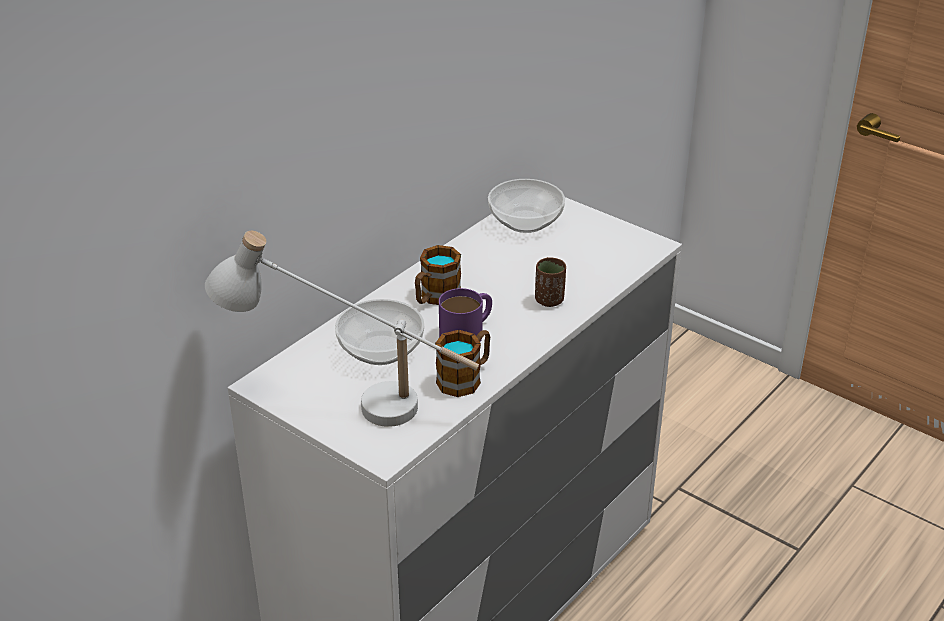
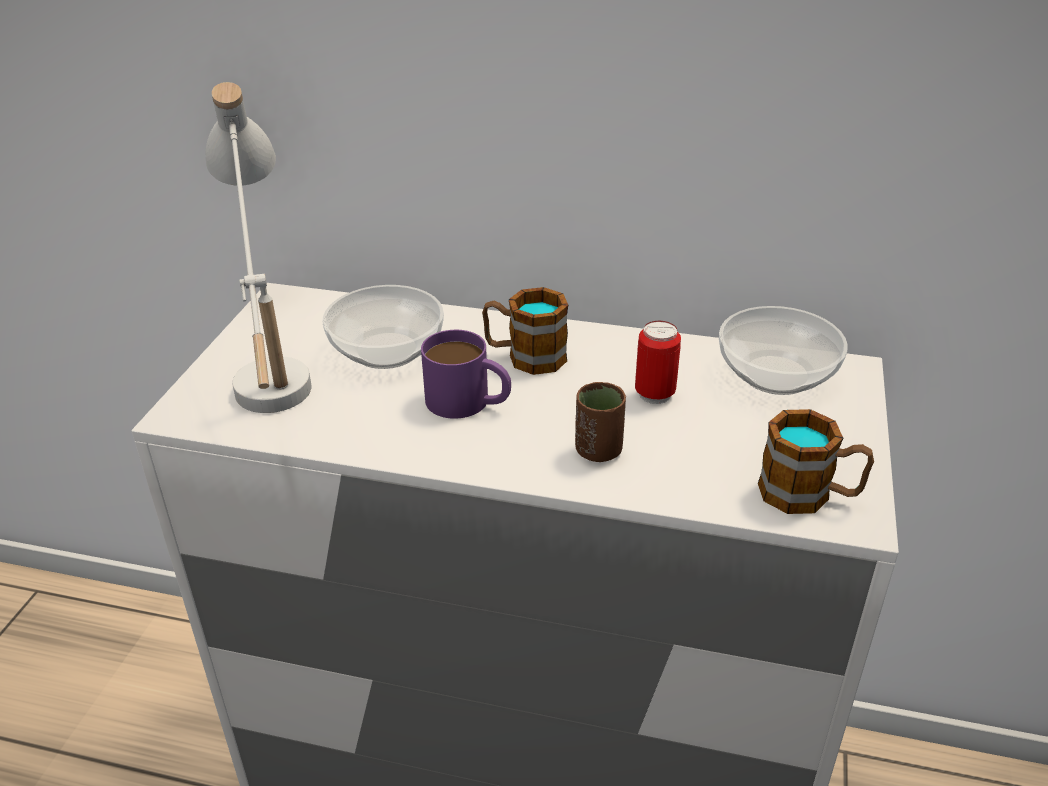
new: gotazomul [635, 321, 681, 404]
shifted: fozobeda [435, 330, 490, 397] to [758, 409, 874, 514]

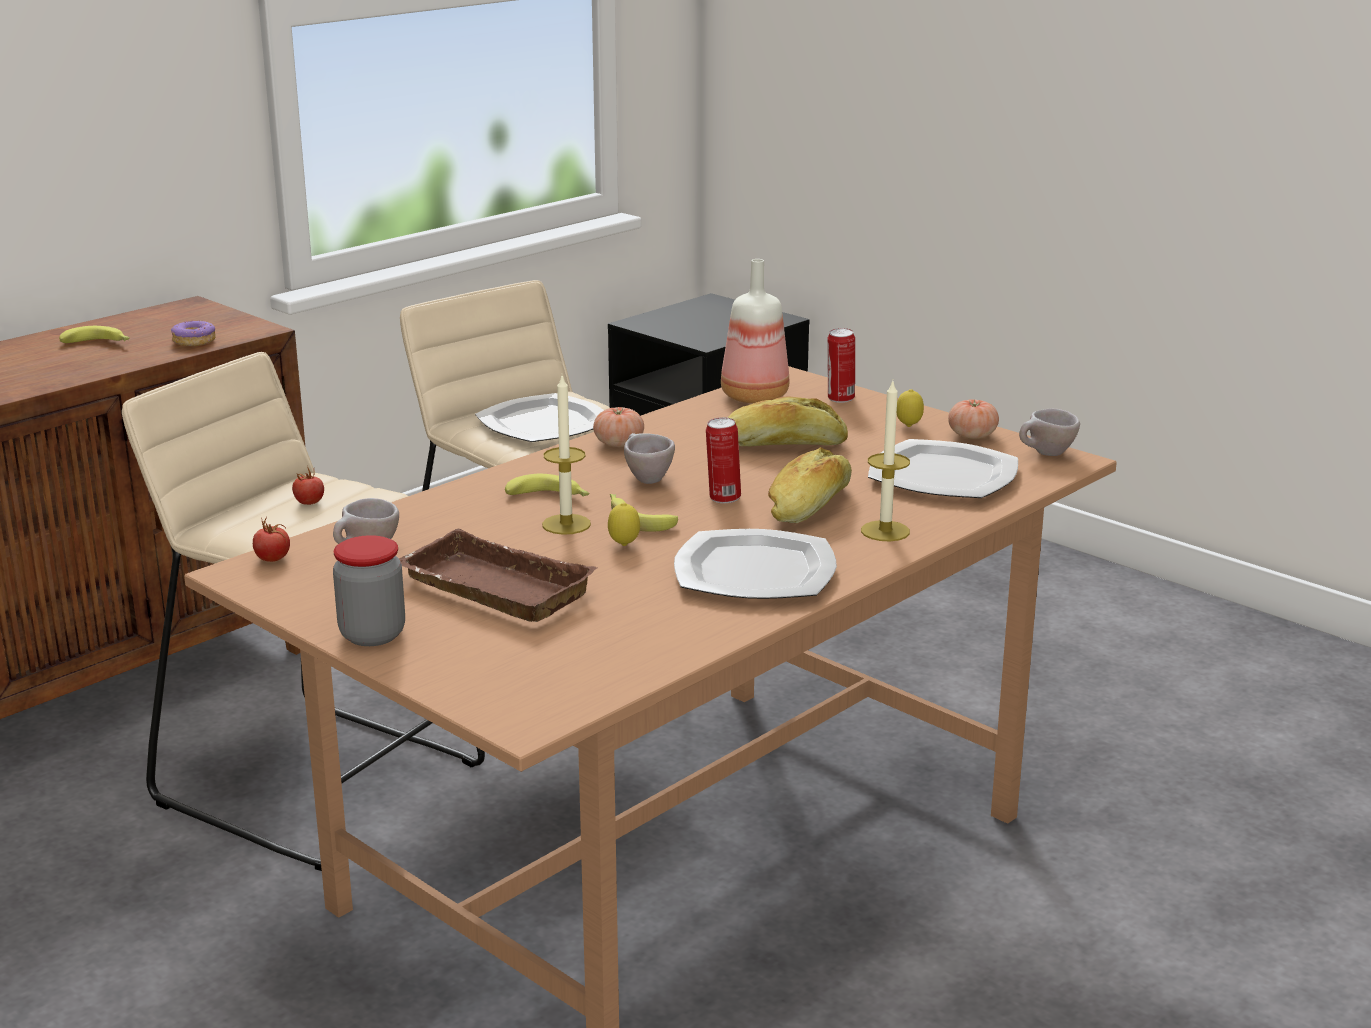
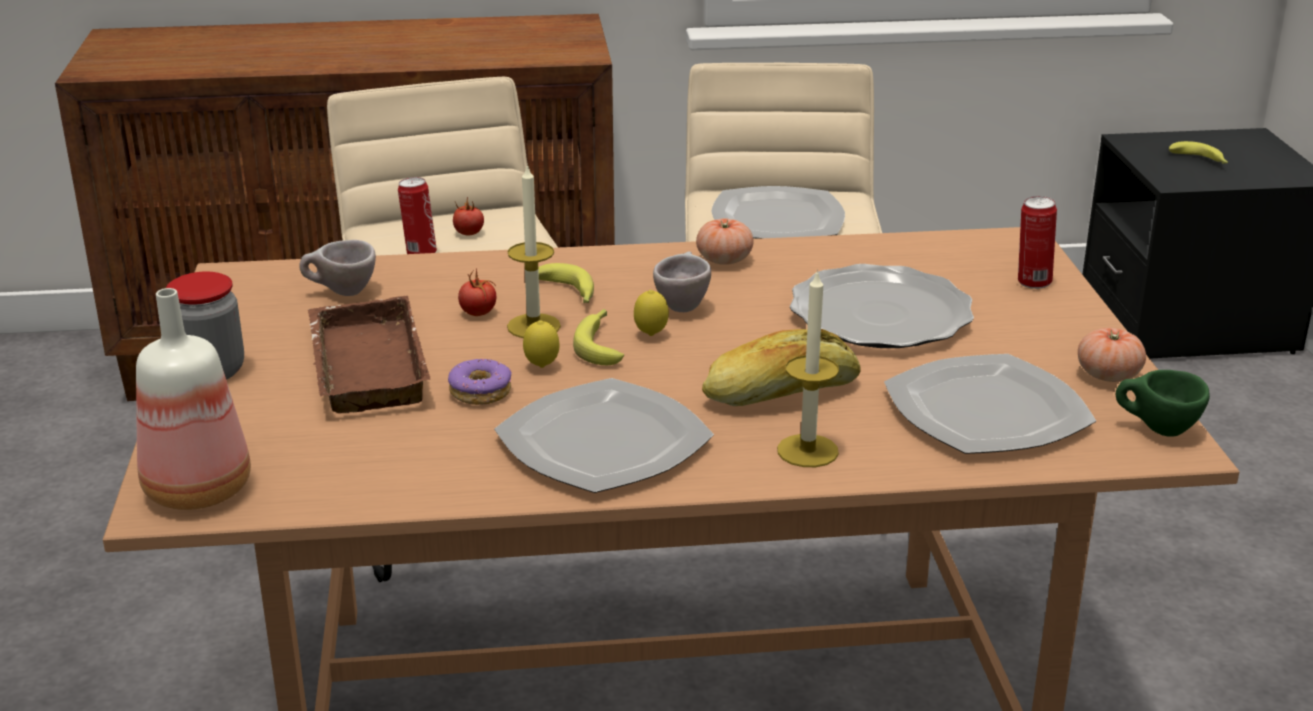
shifted: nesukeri [721, 259, 789, 403] to [136, 288, 251, 510]; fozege [171, 320, 216, 346] to [448, 359, 512, 405]; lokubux [59, 326, 130, 343] to [1169, 141, 1228, 164]; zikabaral [897, 389, 924, 427] to [634, 290, 669, 336]; gotazomul [706, 417, 741, 503] to [398, 177, 437, 254]; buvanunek [253, 517, 290, 562] to [458, 268, 496, 316]
swapped: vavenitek [727, 396, 848, 446] to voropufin [790, 264, 974, 348]
repainted: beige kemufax [1019, 408, 1080, 456] to green kemufax [1116, 370, 1210, 437]

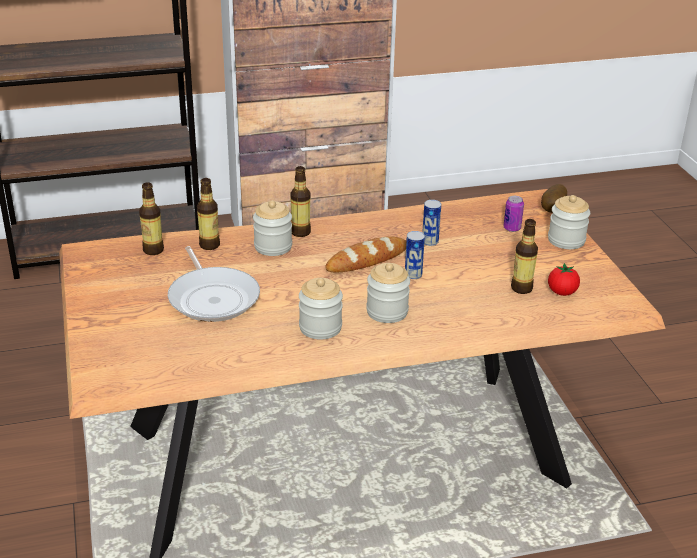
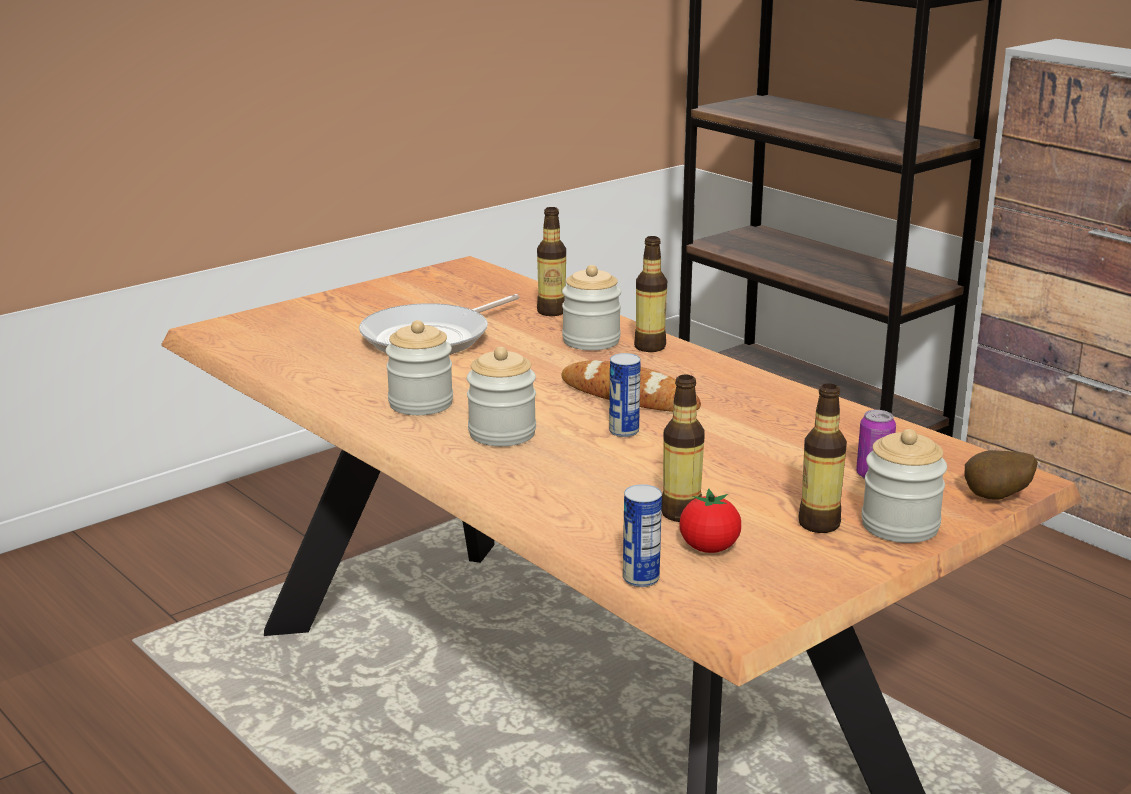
shifted: nesukeri [139, 182, 164, 255] to [799, 383, 847, 533]; gotazomul [422, 200, 441, 246] to [623, 484, 662, 587]

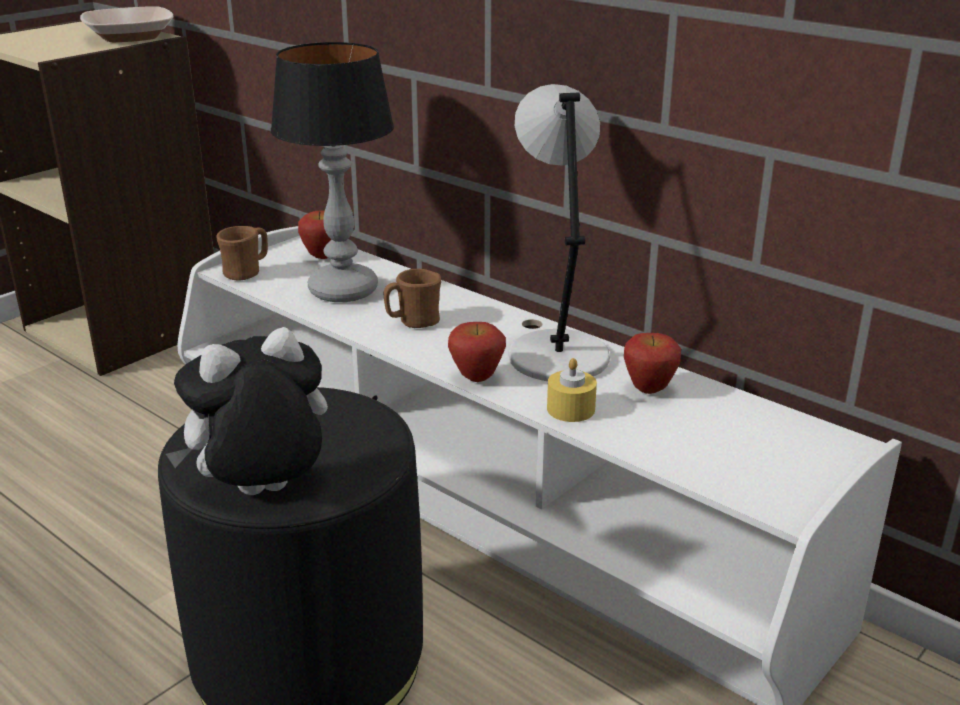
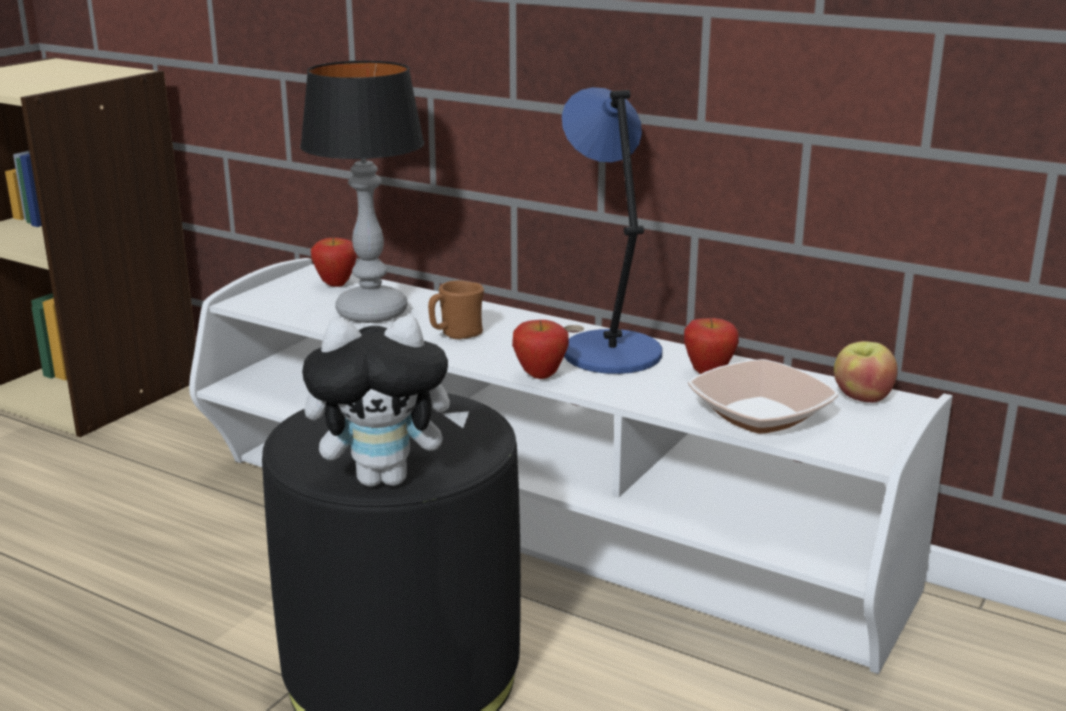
gone: brown fozobeda [216, 226, 268, 281]; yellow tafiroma [547, 358, 597, 422]
new: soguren [834, 341, 898, 403]
shifted: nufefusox [80, 6, 173, 42] to [688, 359, 839, 434]
repainted: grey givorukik [508, 84, 610, 381] to blue givorukik [562, 87, 662, 374]
rotated: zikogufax [166, 327, 328, 495] = [302, 316, 469, 487] 150 degrees counterclockwise

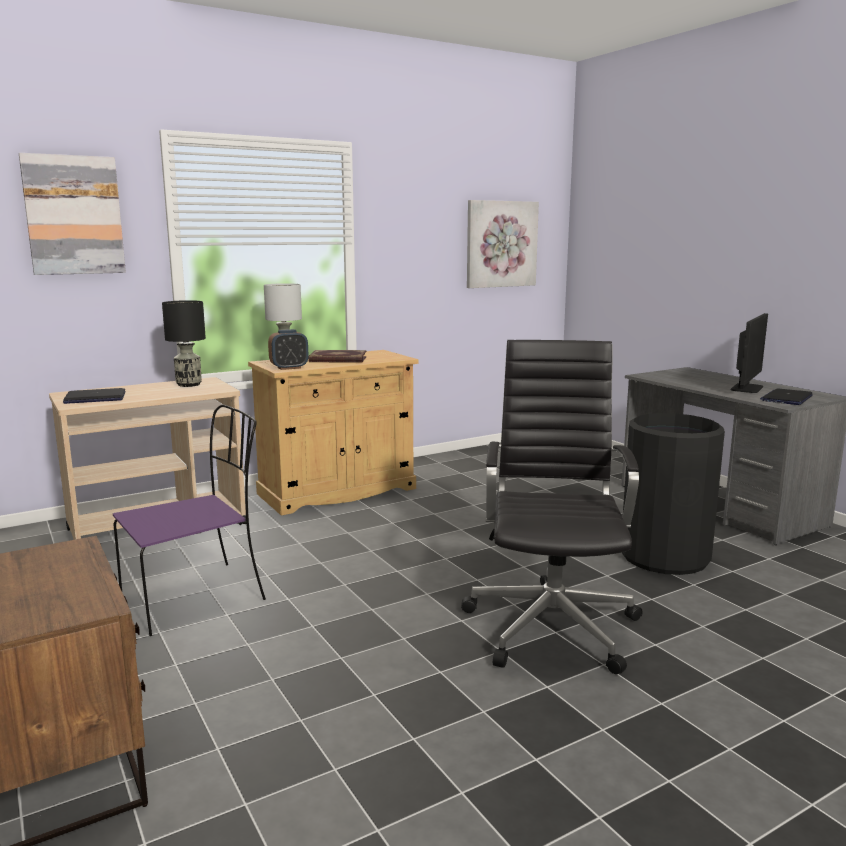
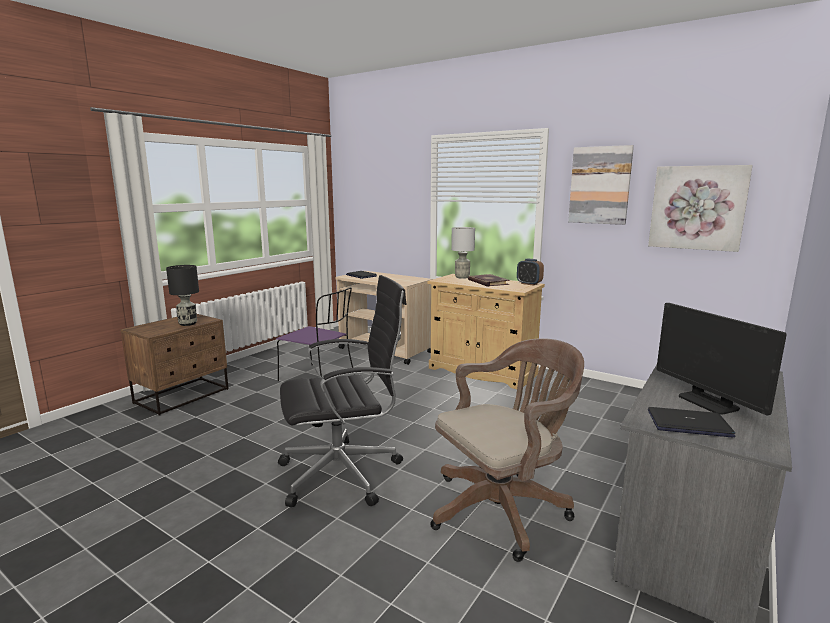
shifted: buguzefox [19, 153, 126, 275] to [568, 145, 634, 225]; black givorukik [162, 300, 206, 387] to [166, 265, 199, 326]; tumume [268, 329, 309, 370] to [517, 258, 544, 286]
swapped: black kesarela [622, 413, 725, 575] to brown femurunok [430, 338, 584, 562]
rotated: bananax [731, 313, 768, 393] = [656, 303, 787, 415] 60 degrees clockwise

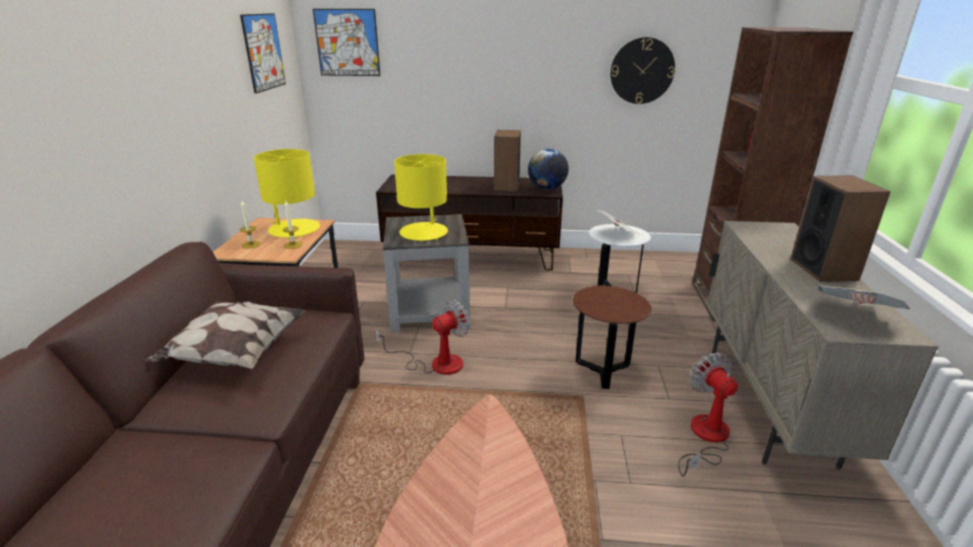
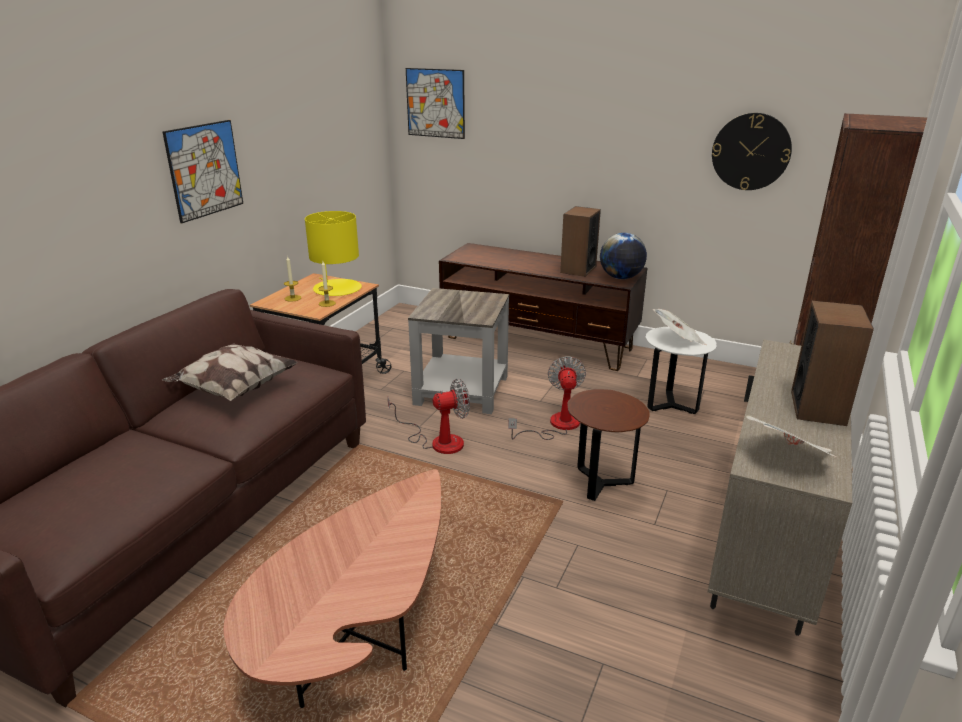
gone: yellow givorukik [394, 154, 448, 241]
shifted: buguzefox [240, 13, 286, 94] to [162, 120, 243, 223]; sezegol [678, 352, 738, 476] to [508, 356, 586, 440]

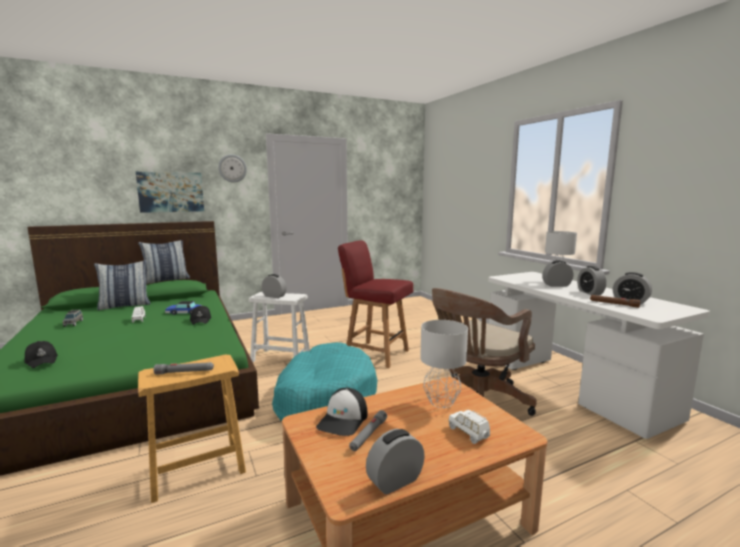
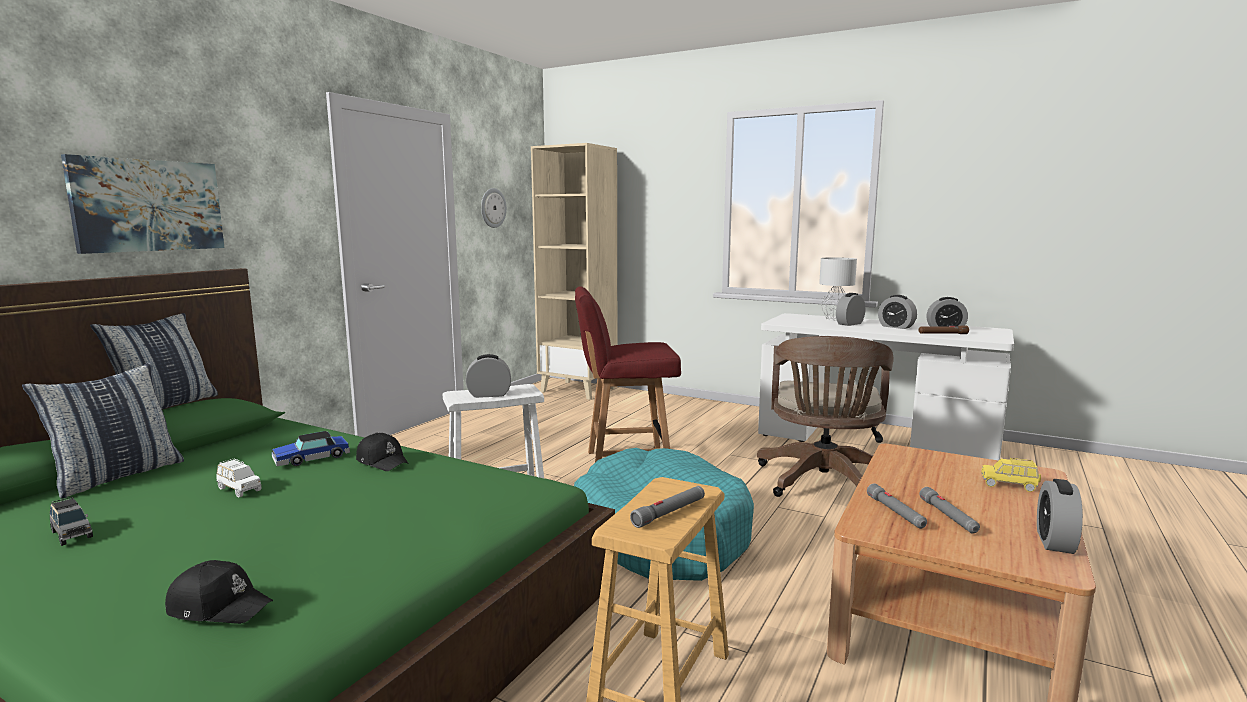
gone: grey givorukik [420, 320, 468, 408]
new: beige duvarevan [531, 143, 617, 400]
shifted: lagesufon [218, 154, 247, 182] to [481, 188, 507, 228]
swapped: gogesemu [316, 388, 368, 436] to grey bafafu [867, 483, 927, 529]
repainted: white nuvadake [449, 410, 490, 444] to yellow nuvadake [981, 458, 1041, 492]

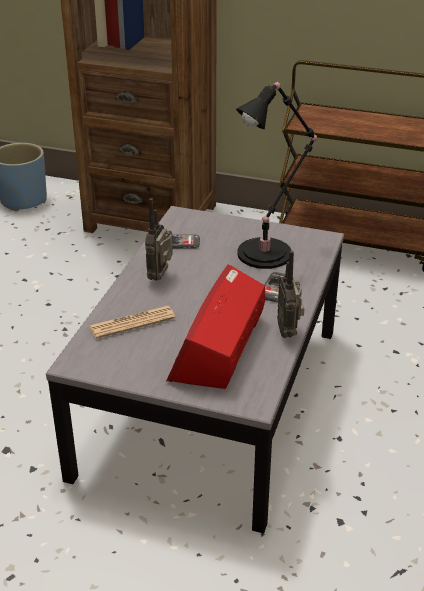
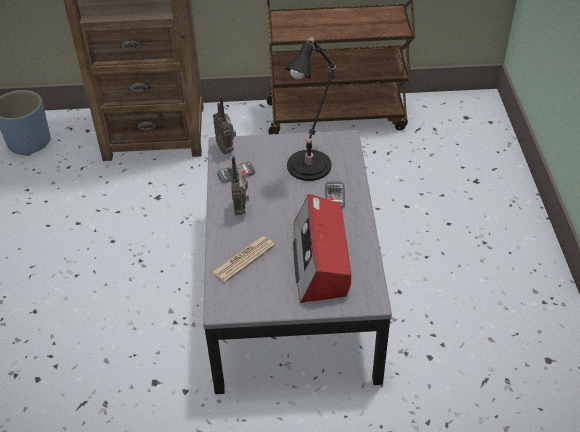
shifted: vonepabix [277, 251, 304, 338] to [213, 96, 236, 154]

